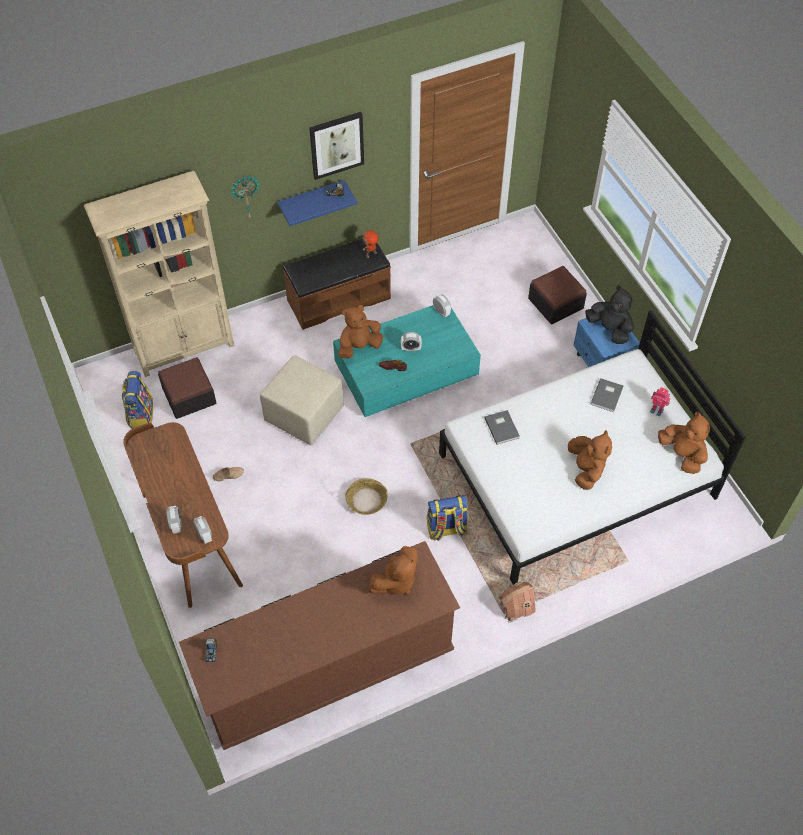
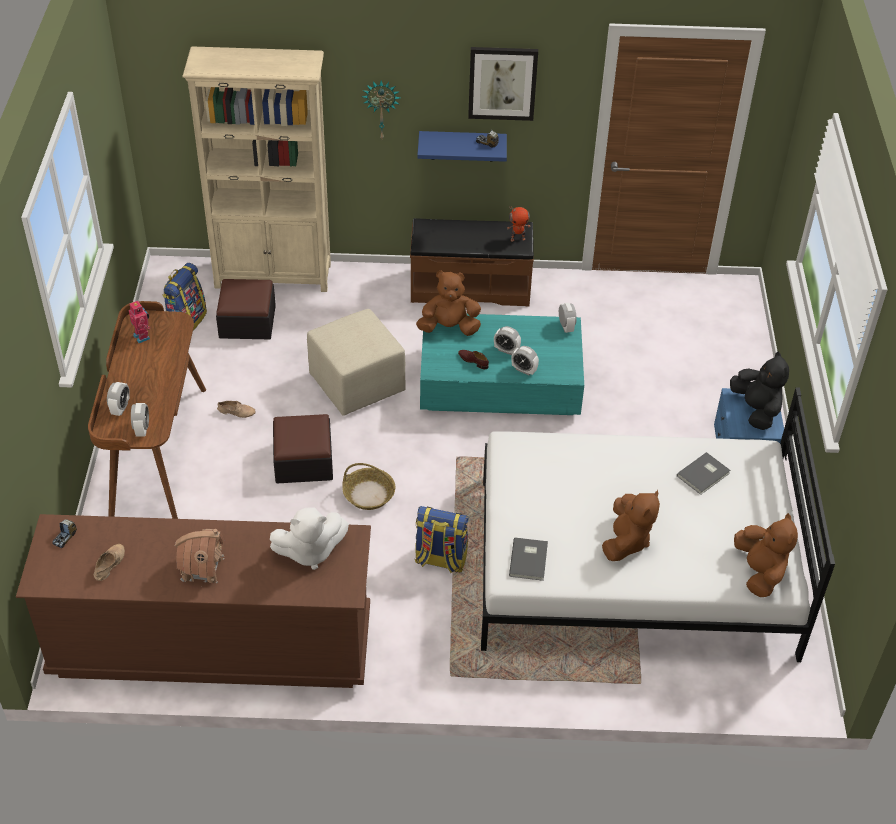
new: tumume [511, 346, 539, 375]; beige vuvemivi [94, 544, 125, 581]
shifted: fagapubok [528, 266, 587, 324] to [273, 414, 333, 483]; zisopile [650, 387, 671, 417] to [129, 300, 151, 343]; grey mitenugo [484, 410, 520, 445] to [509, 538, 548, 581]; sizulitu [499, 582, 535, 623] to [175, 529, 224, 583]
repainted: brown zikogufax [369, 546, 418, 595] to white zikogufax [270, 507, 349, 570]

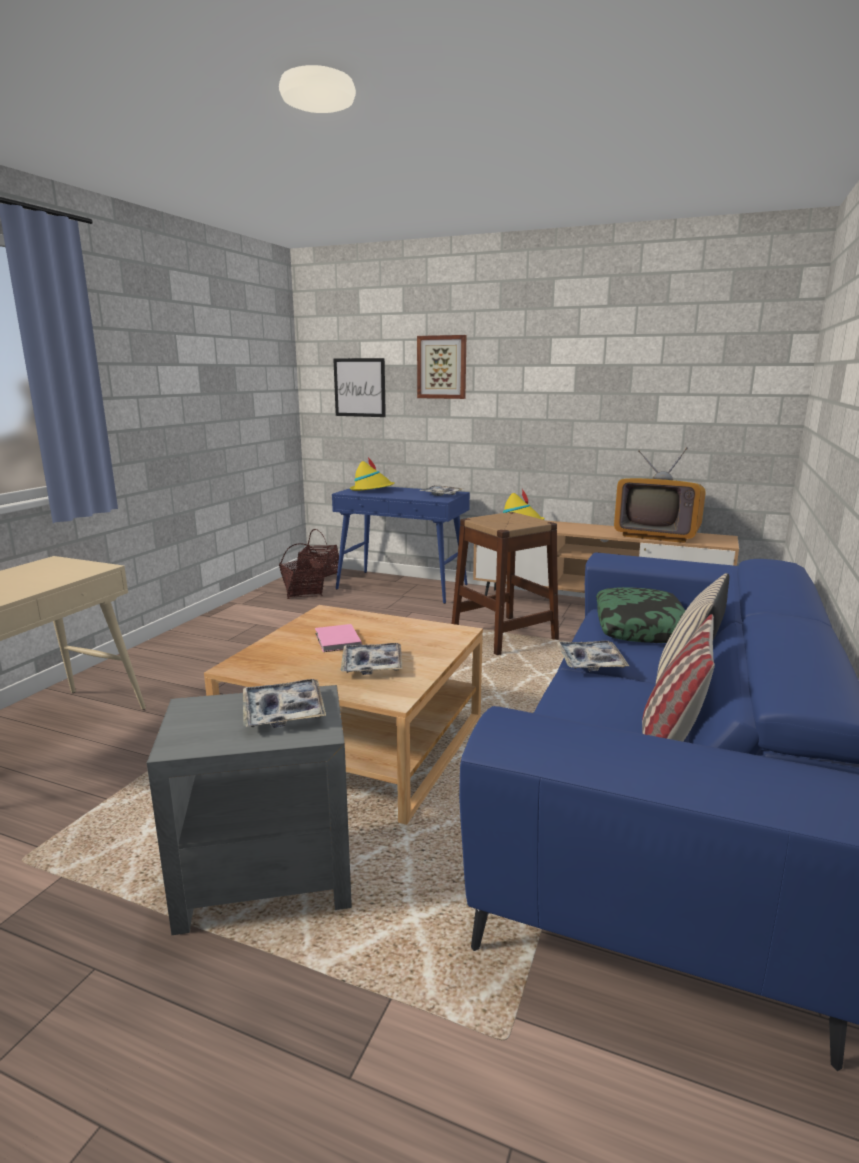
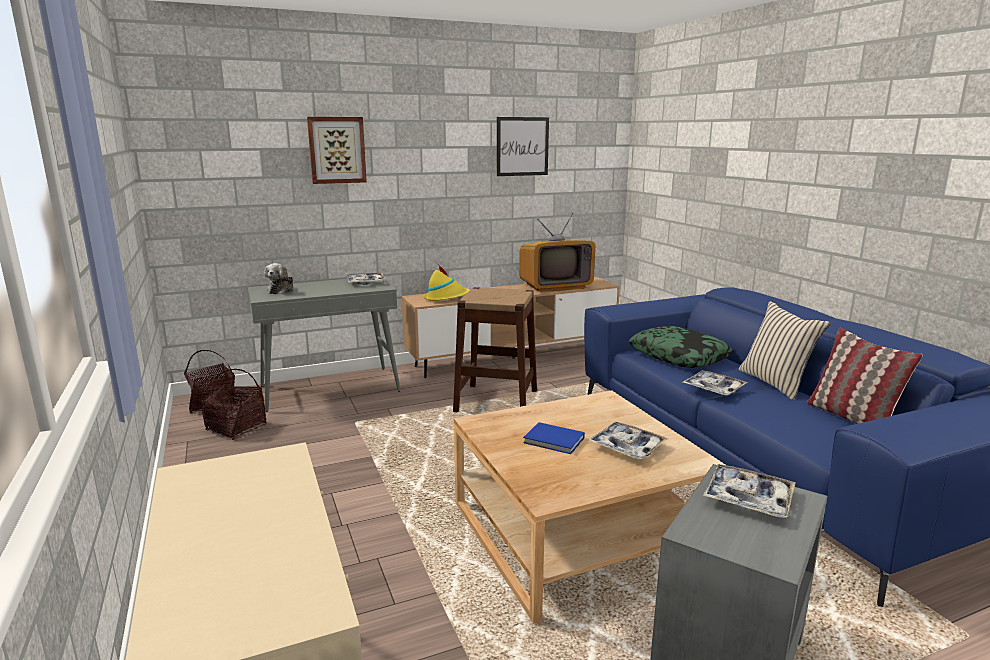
shifted: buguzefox [333, 358, 386, 417] to [497, 117, 549, 176]
swapped: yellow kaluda [350, 457, 395, 491] to zikogufax [265, 263, 293, 294]
repainted: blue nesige [332, 487, 470, 604] to grey nesige [248, 279, 401, 412]; pink mitenugo [315, 624, 362, 652] to blue mitenugo [523, 422, 585, 454]

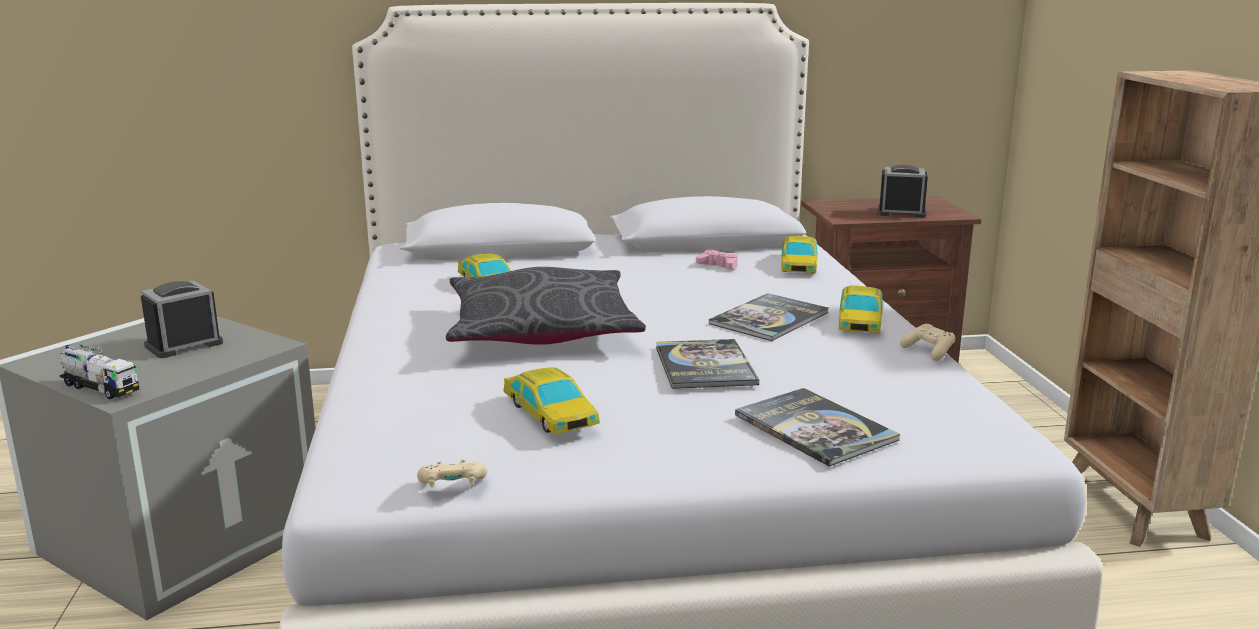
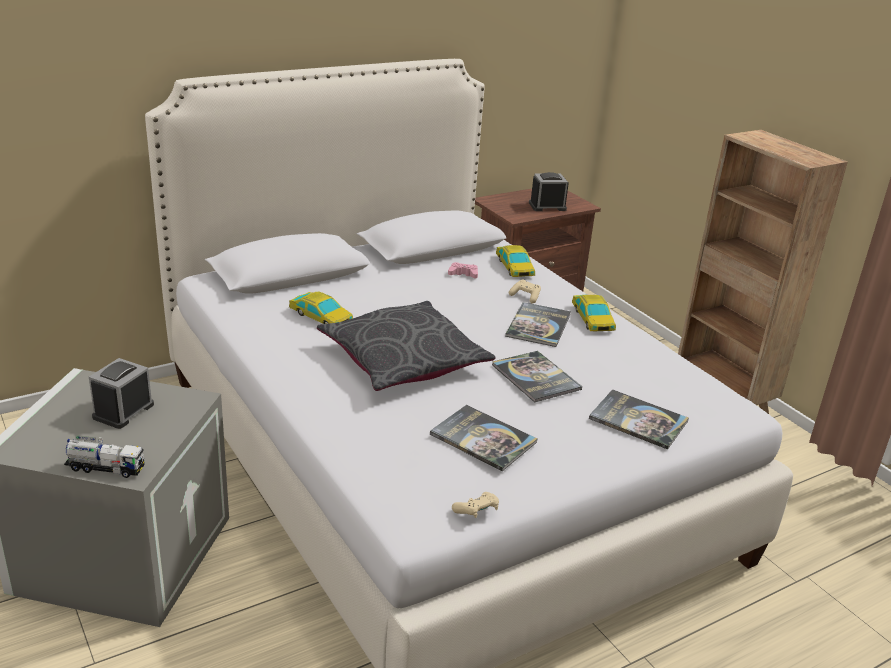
shifted: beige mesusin [900, 324, 955, 361] to [509, 280, 541, 304]
swapped: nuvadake [503, 367, 600, 434] to mitenugo [430, 405, 537, 471]

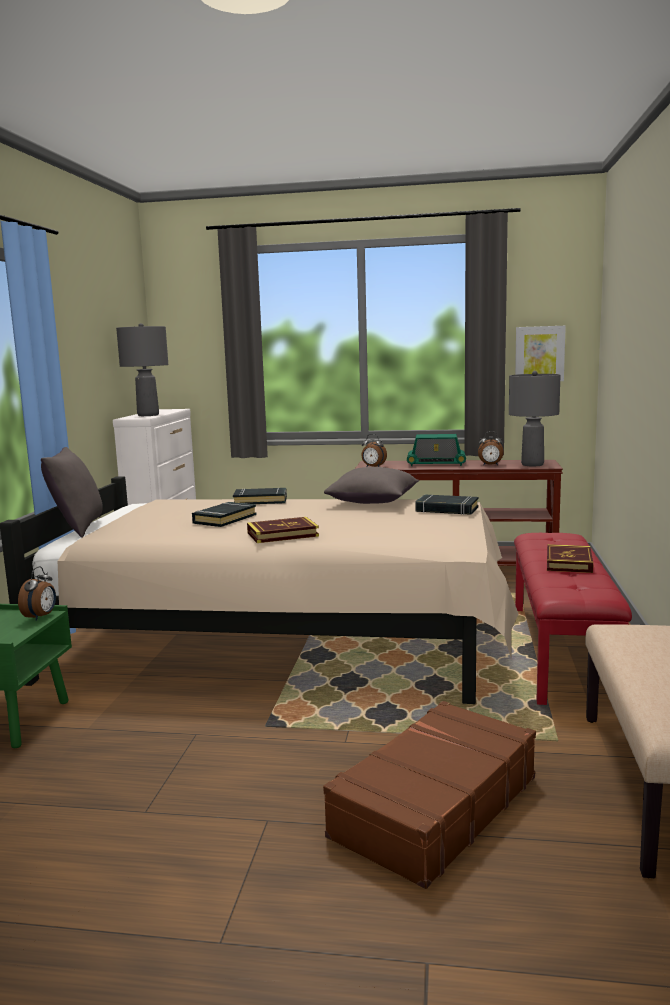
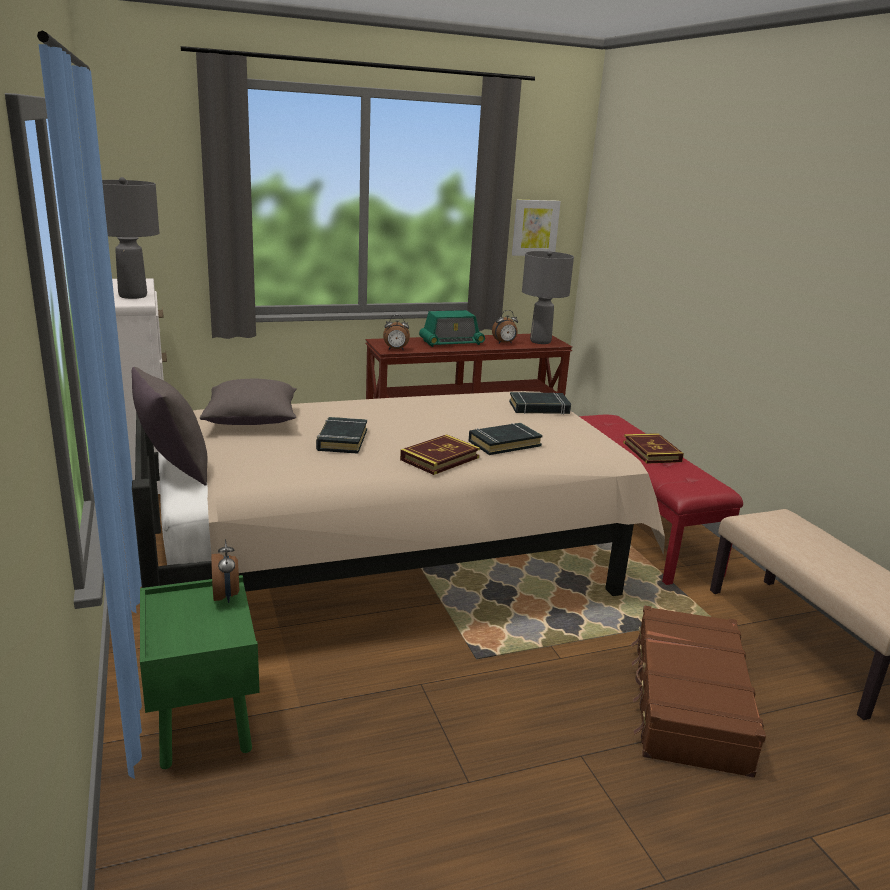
shifted: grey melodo [324, 467, 419, 504] to [200, 378, 297, 425]; black mitenugo [233, 487, 287, 504] to [469, 423, 543, 455]

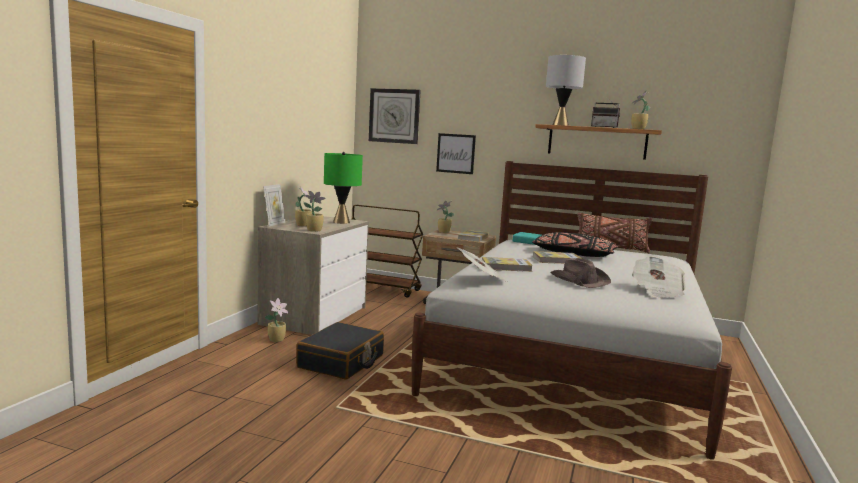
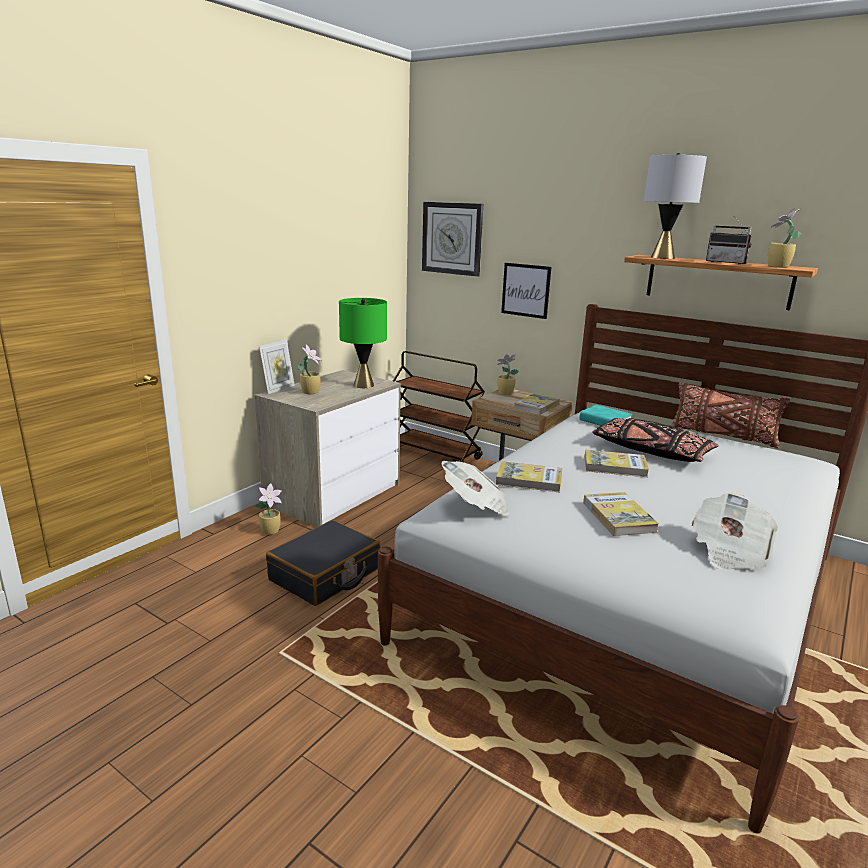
gone: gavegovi [303, 190, 326, 232]
swapped: brown kaluda [550, 258, 611, 288] to mitenugo [583, 492, 659, 536]

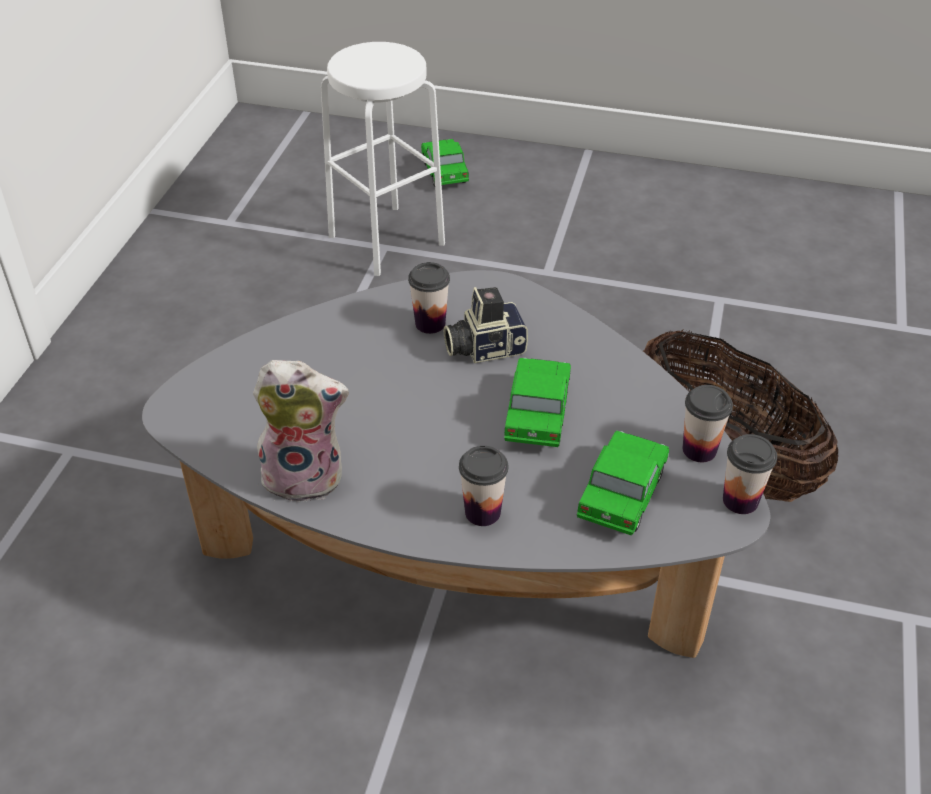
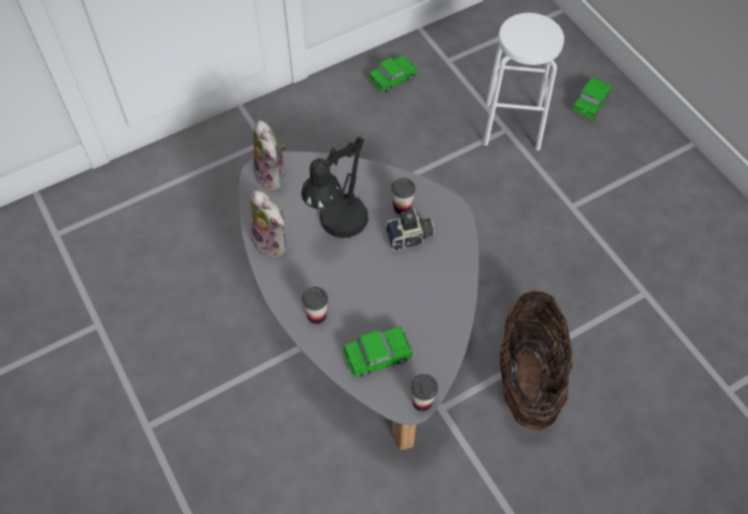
gone: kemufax [683, 385, 733, 462]
new: zikogufax [253, 120, 286, 191]; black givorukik [301, 136, 368, 238]
shifted: nuvadake [504, 358, 571, 447] to [368, 55, 418, 92]
rotated: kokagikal [444, 287, 528, 363] = [386, 208, 435, 251] 135 degrees clockwise

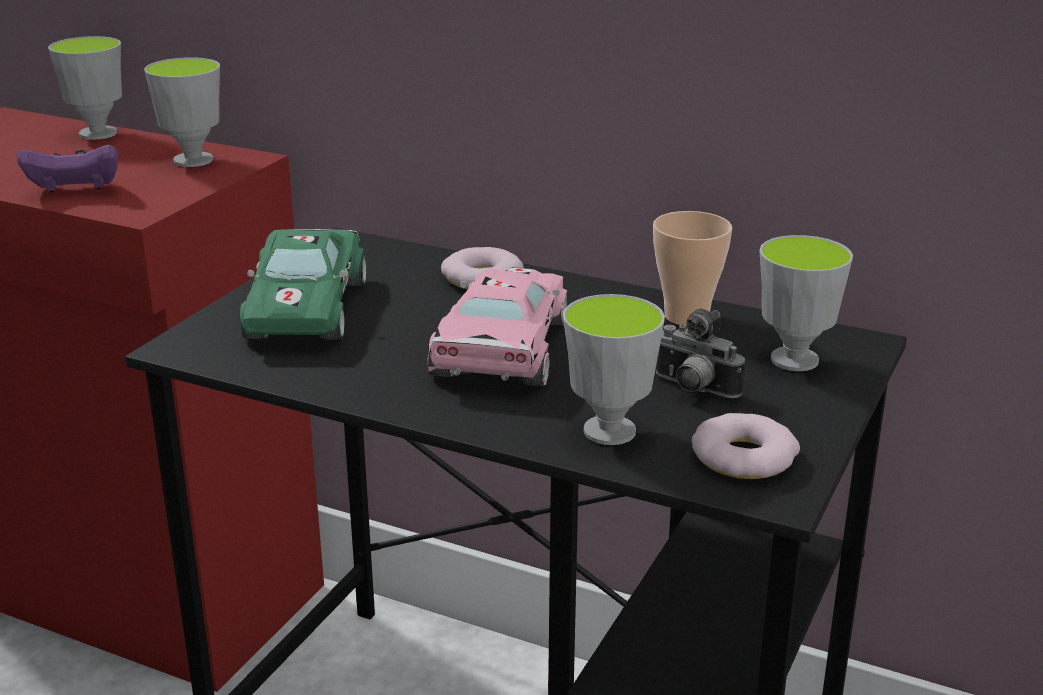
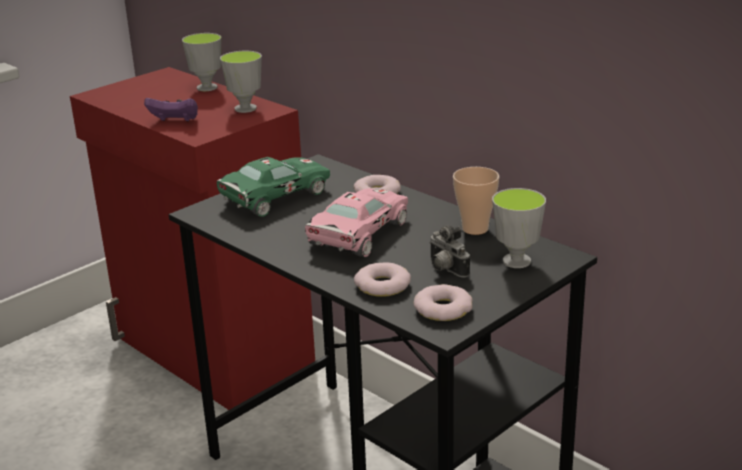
swapped: kemufax [563, 294, 665, 445] to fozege [354, 262, 411, 297]
rotated: green nuvadake [240, 229, 366, 340] = [217, 157, 330, 217] 150 degrees counterclockwise

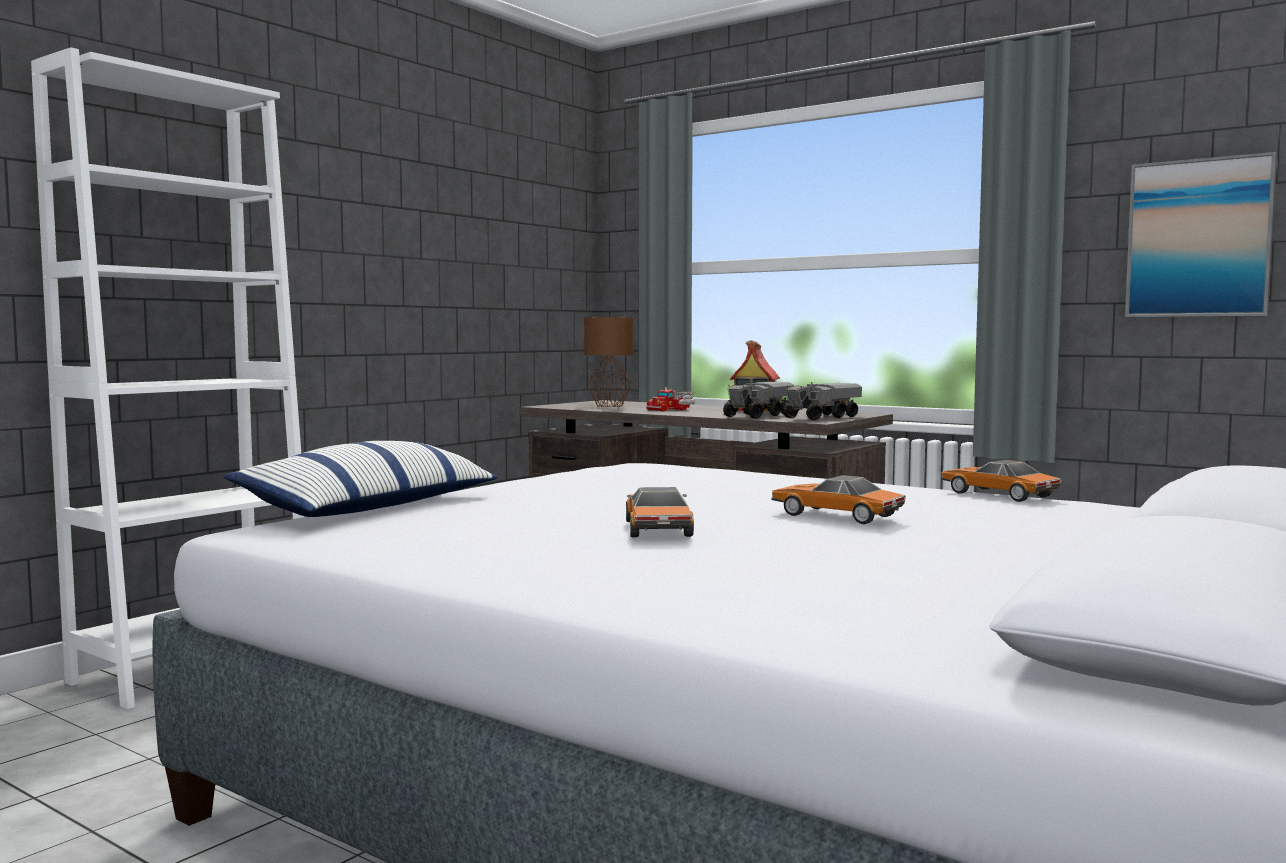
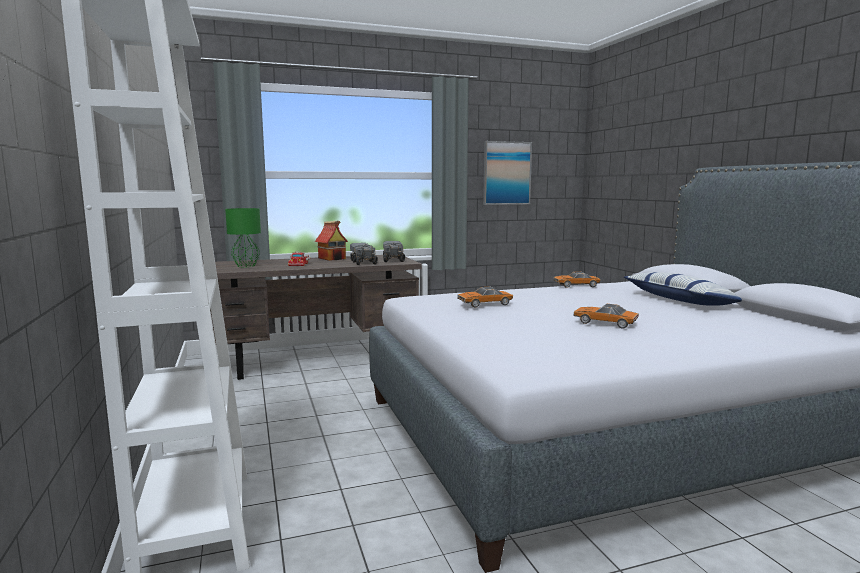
shifted: melodo [223, 441, 497, 517] to [624, 272, 742, 306]; nuvadake [772, 475, 906, 524] to [457, 287, 513, 307]
repainted: brown givorukik [584, 317, 634, 407] to green givorukik [225, 208, 261, 267]

